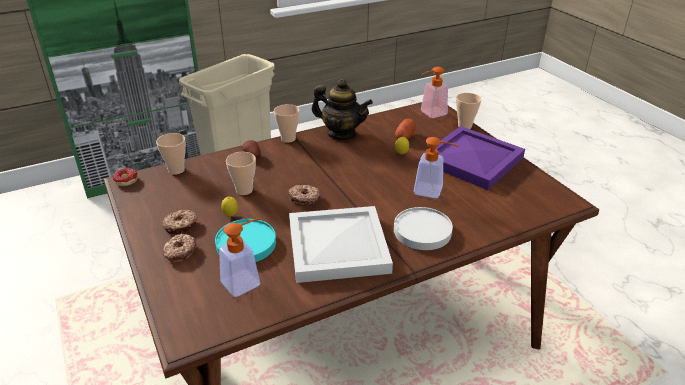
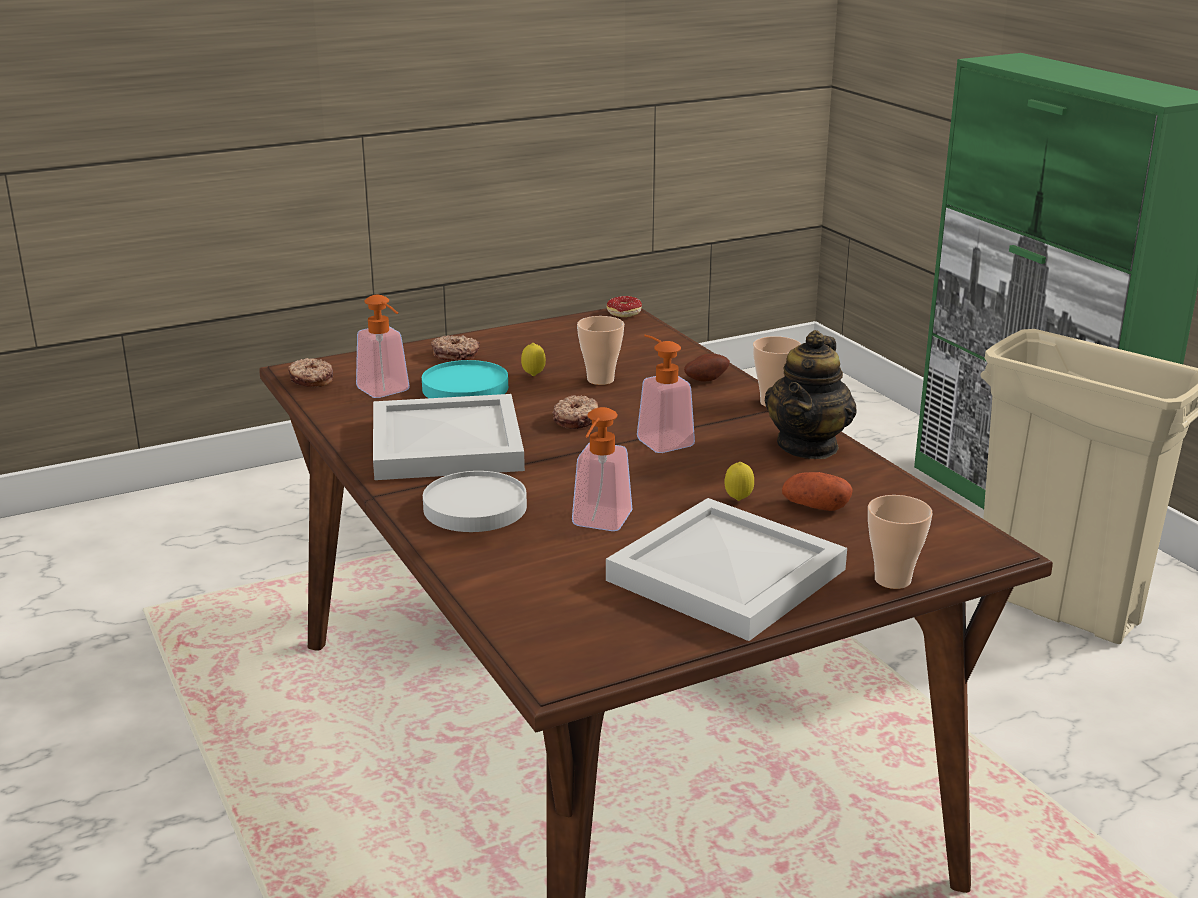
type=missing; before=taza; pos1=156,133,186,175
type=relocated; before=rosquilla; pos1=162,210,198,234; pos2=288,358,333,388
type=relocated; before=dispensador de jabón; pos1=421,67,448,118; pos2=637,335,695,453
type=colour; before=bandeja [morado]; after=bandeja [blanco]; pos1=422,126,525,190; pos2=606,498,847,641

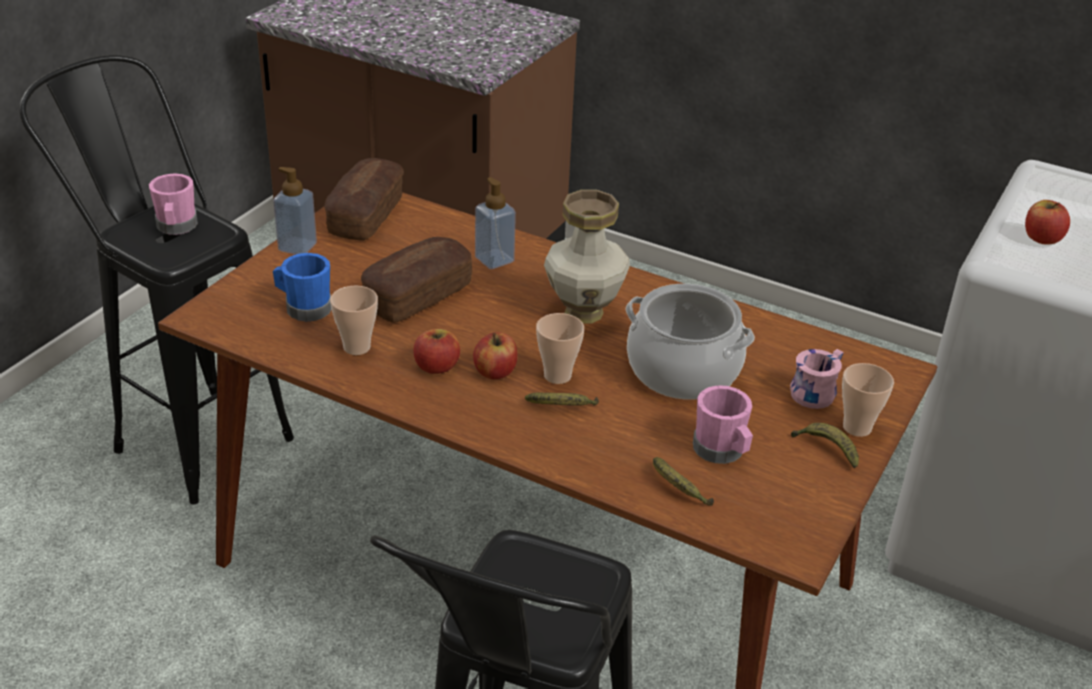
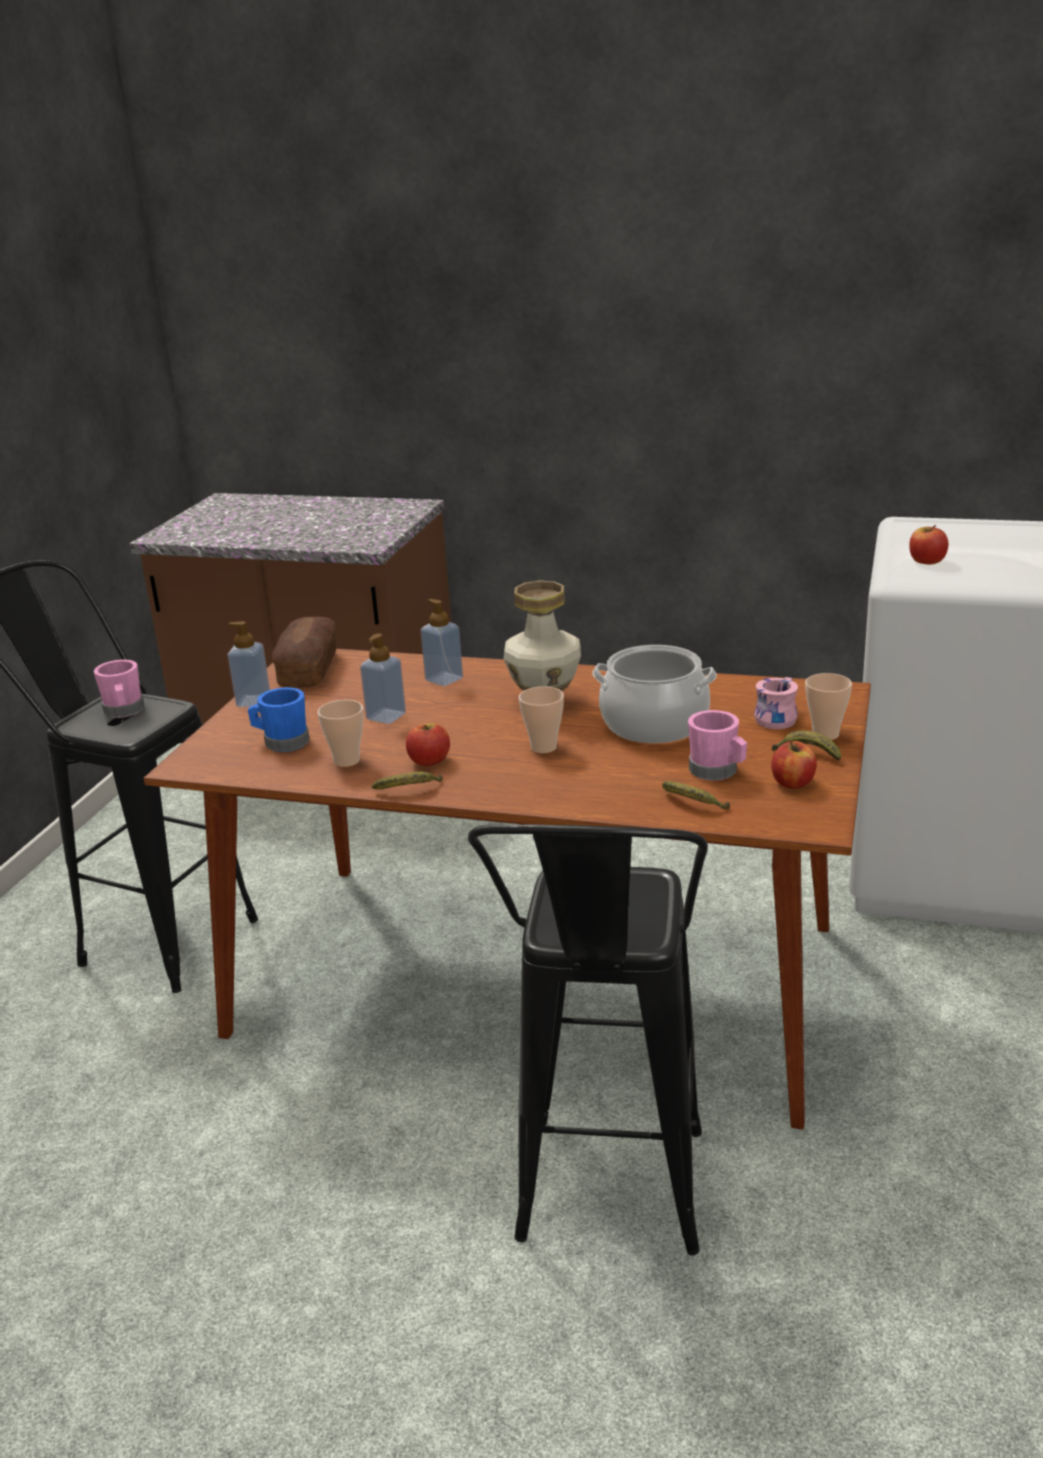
type=relocated; before=manzana; pos1=473,332,517,379; pos2=771,740,817,789
type=relocated; before=plátano; pos1=525,393,599,406; pos2=372,772,443,789
type=exchanged; before=pan; after=dispensador de jabón; pos1=361,237,472,323; pos2=360,634,406,724

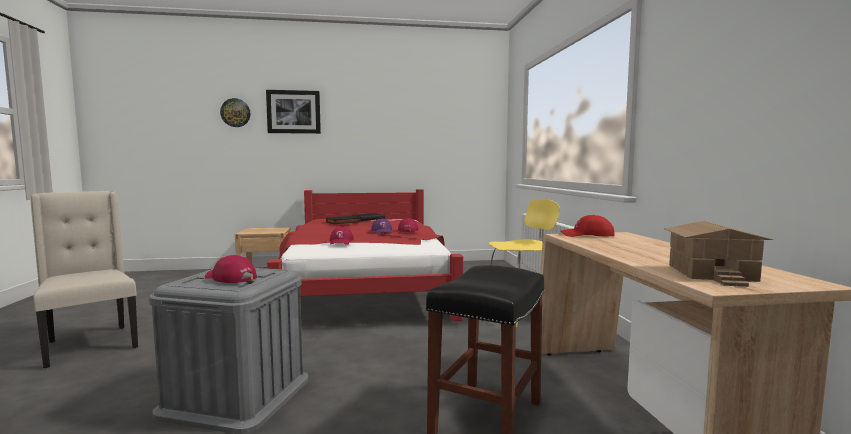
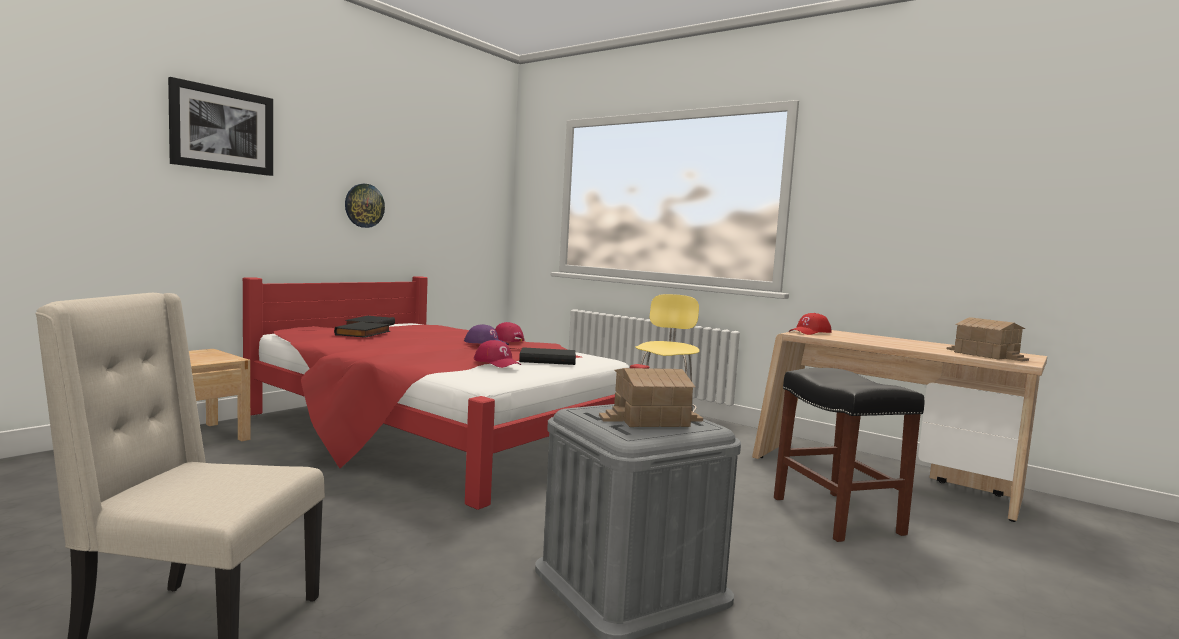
type=appeared; after=libro [negro]; pos2=519,347,576,365
type=relocated; before=reloj de pared; pos1=220,98,251,127; pos2=345,184,385,228
type=exchanged; before=gorra [rojo]; after=casita; pos1=205,255,257,283; pos2=599,368,703,427

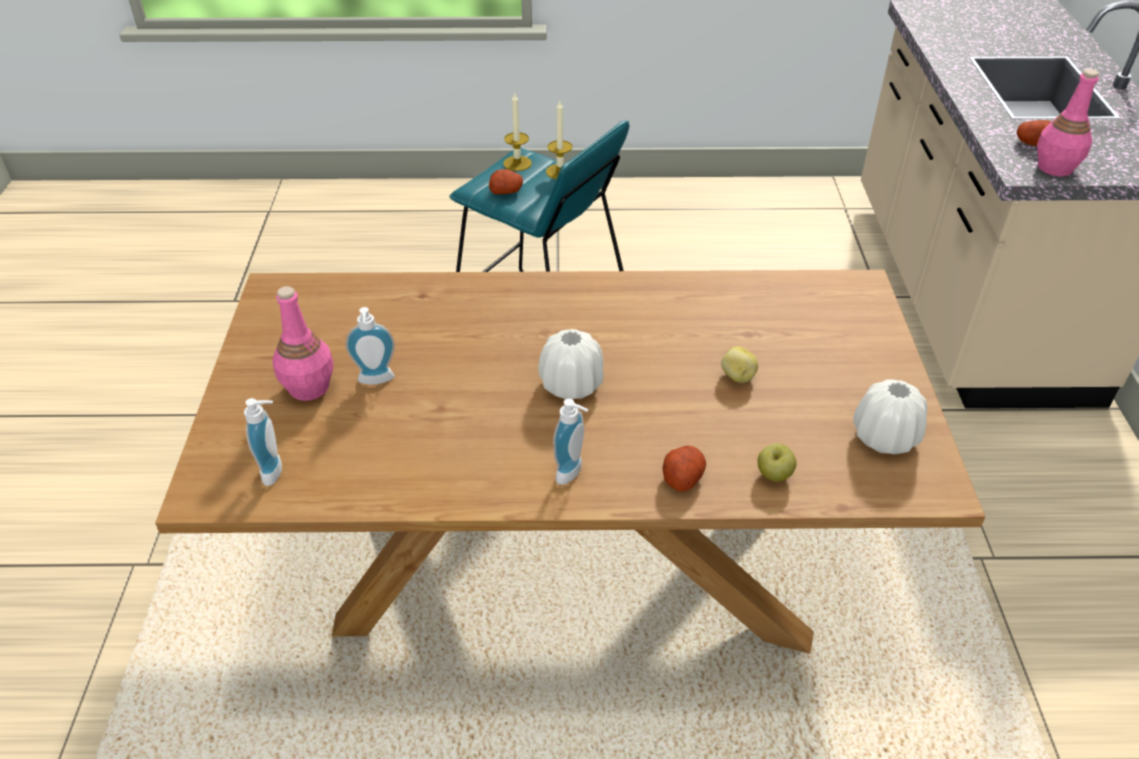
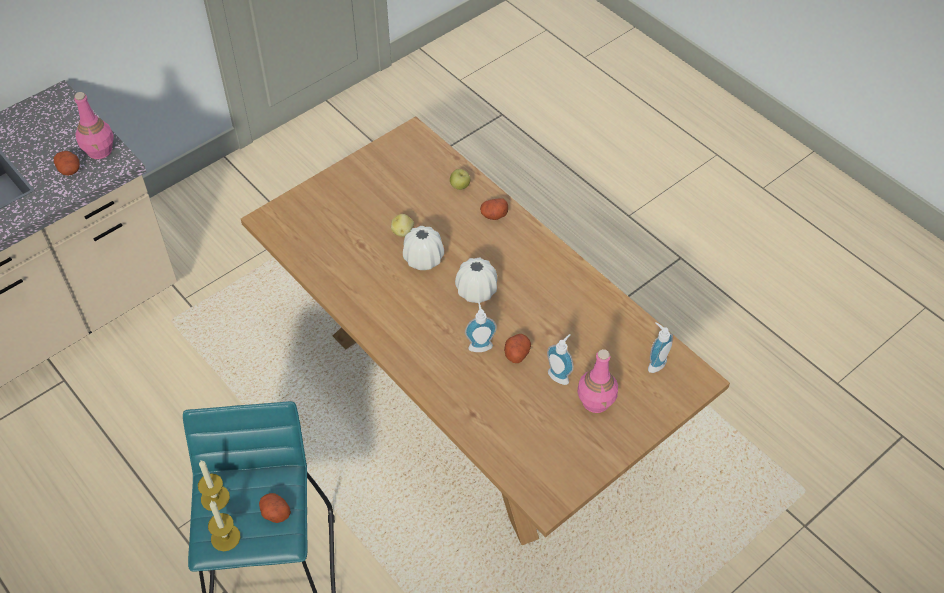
type=appeared; after=patata; pos2=504,334,531,363
type=relocated; before=dispensador de jabón; pos1=553,399,588,485; pos2=465,302,497,352
type=relocated; before=florero [blanco]; pos1=853,380,927,454; pos2=403,226,444,270

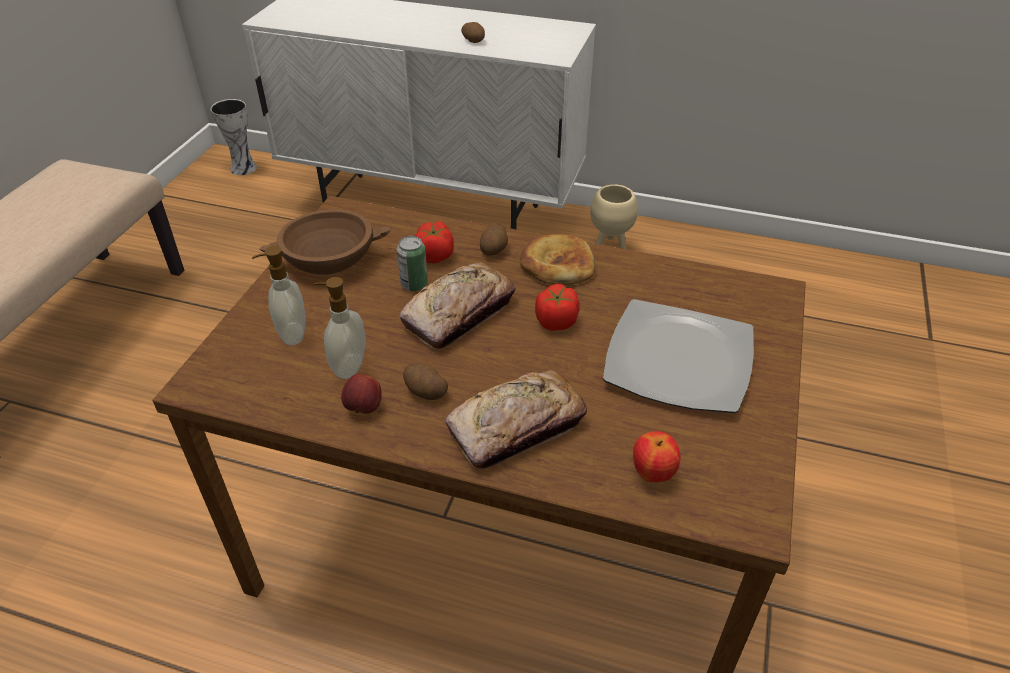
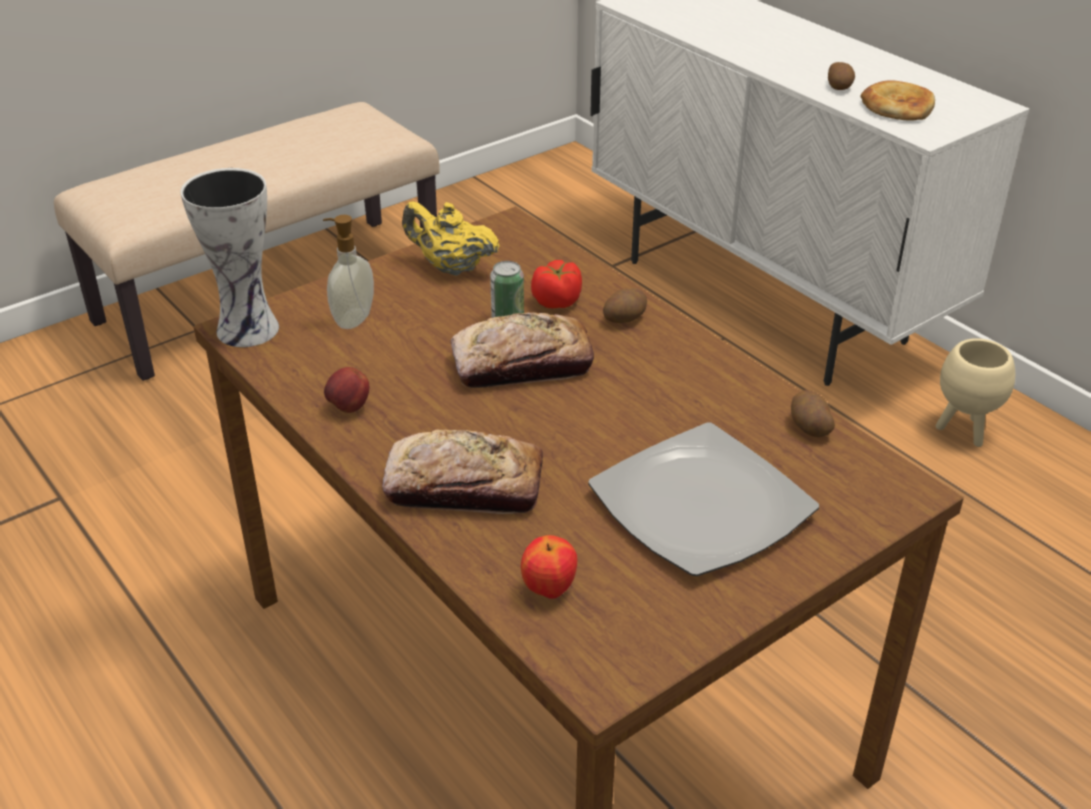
type=missing; before=dispensador de jabón; pos1=313,277,366,379
type=missing; before=tomate; pos1=535,284,580,331
type=relocated; before=florero; pos1=210,99,257,175; pos2=181,168,279,347
type=relocated; before=patata; pos1=403,362,448,400; pos2=791,390,835,437
type=relocated; before=pan; pos1=520,234,595,285; pos2=860,80,935,121
type=exchanged; before=cuenco [marrón]; after=tetera [amarillo]; pos1=260,210,391,275; pos2=402,201,500,276

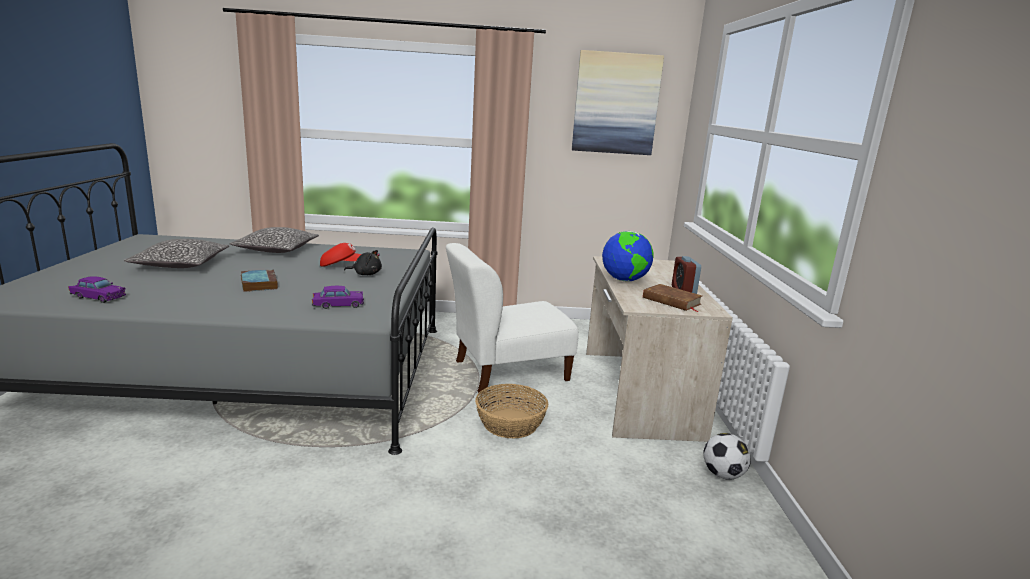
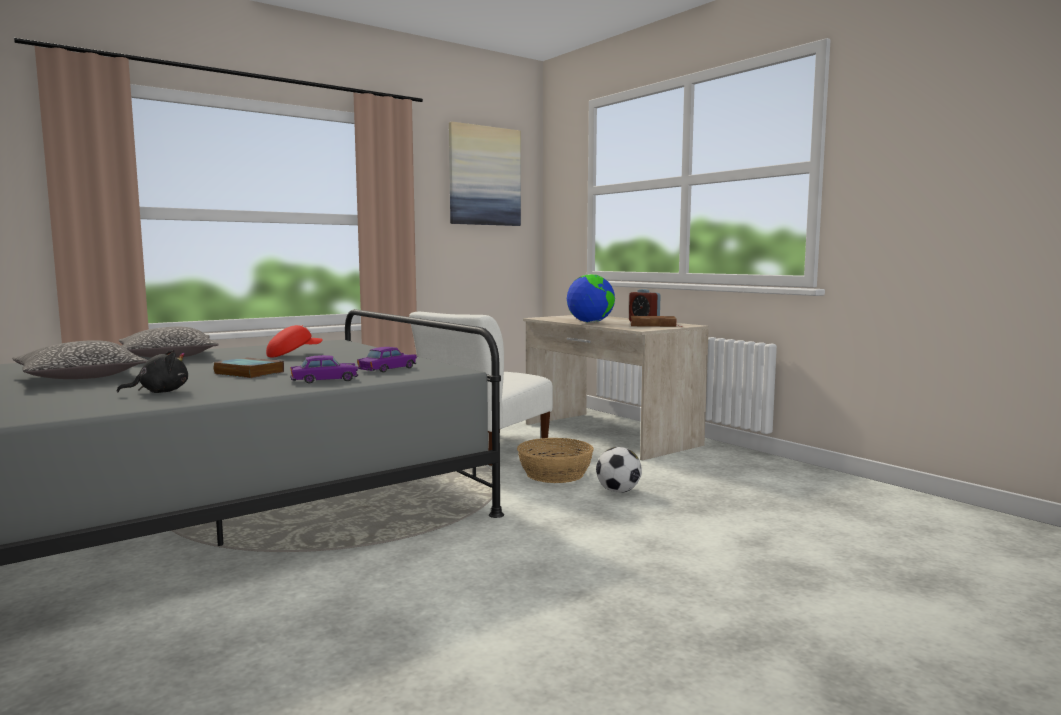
type=relocated; before=coche de juguete [morado]; pos1=68,276,126,303; pos2=290,355,358,383
type=relocated; before=peluche [negro]; pos1=344,250,382,275; pos2=117,350,188,393
type=relocated; before=balón de fútbol; pos1=703,433,751,480; pos2=596,447,642,493

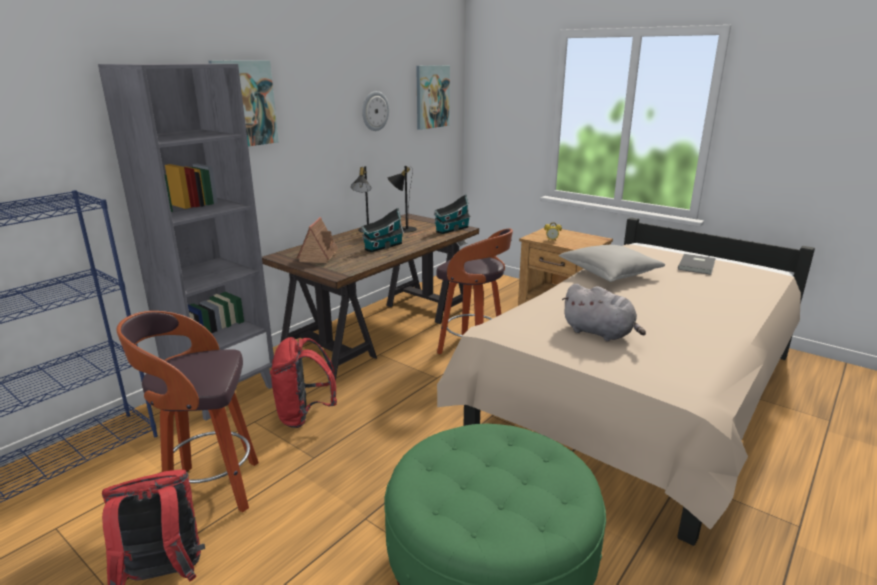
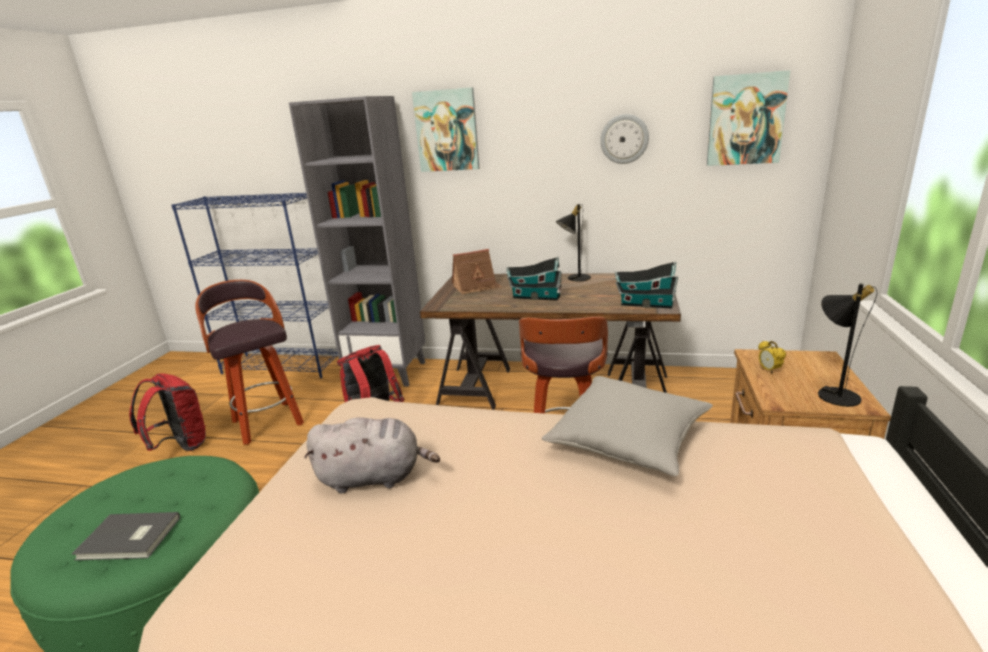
type=relocated; before=lámpara de mesa [negro]; pos1=387,166,417,232; pos2=818,283,877,407
type=relocated; before=libro [gris]; pos1=678,254,716,275; pos2=72,512,180,560
type=spun; before=peluche [gris]; pos1=562,284,646,341; pos2=304,418,440,493; turn=-105

